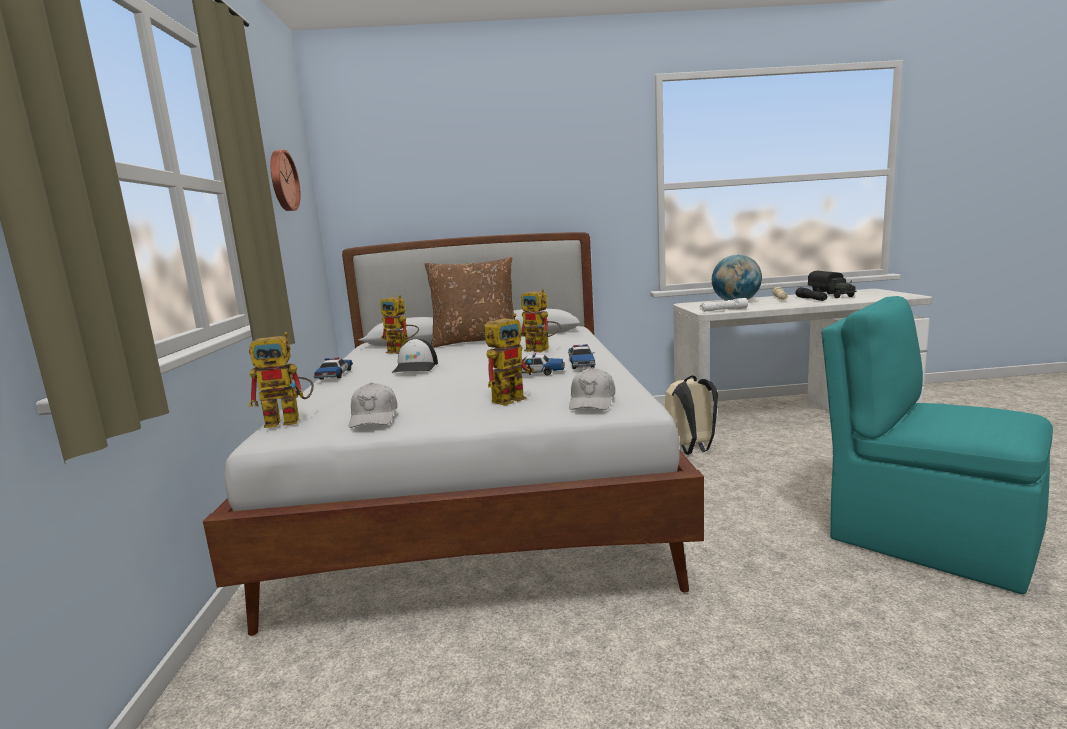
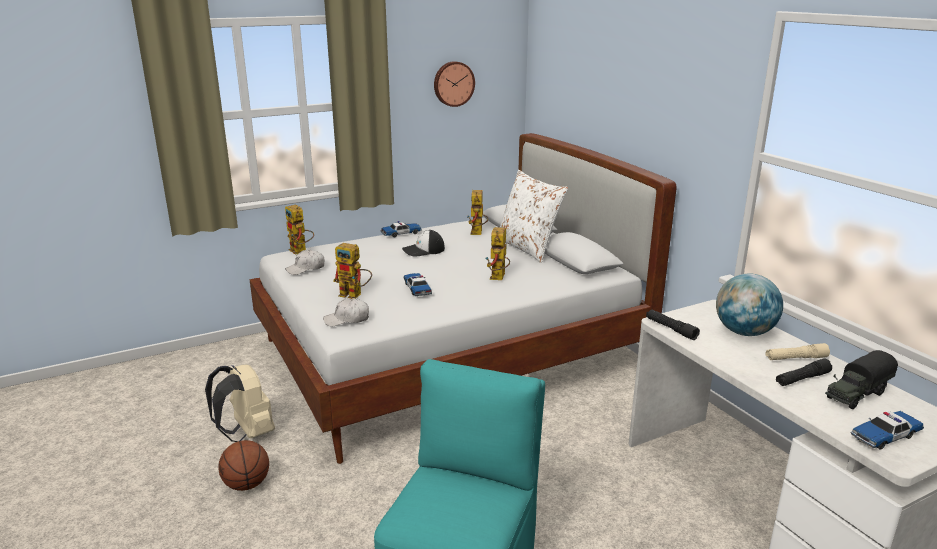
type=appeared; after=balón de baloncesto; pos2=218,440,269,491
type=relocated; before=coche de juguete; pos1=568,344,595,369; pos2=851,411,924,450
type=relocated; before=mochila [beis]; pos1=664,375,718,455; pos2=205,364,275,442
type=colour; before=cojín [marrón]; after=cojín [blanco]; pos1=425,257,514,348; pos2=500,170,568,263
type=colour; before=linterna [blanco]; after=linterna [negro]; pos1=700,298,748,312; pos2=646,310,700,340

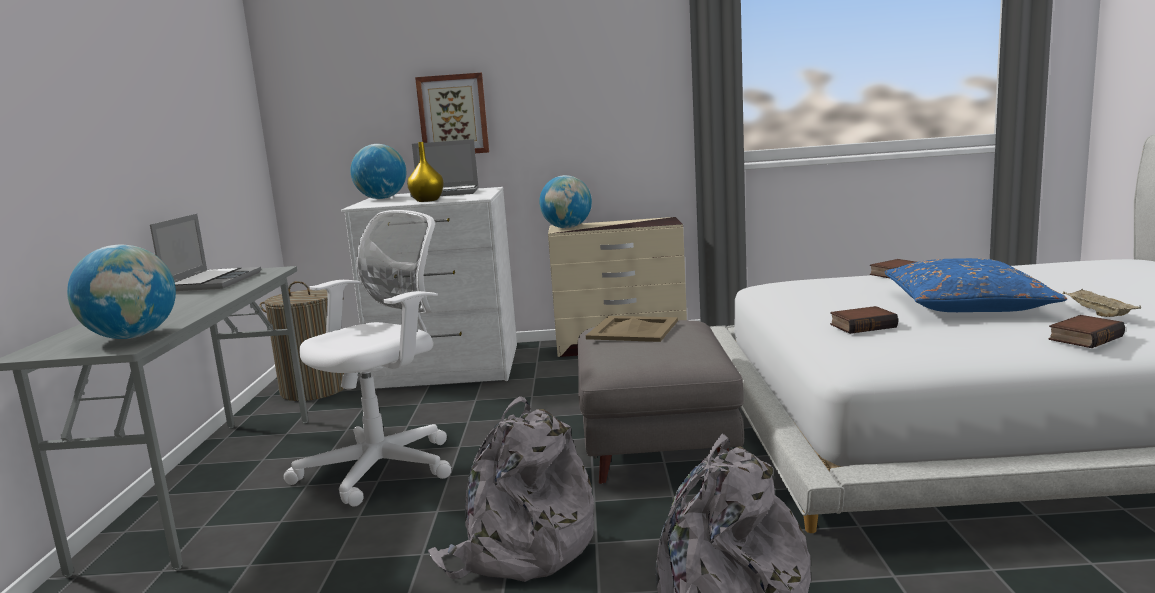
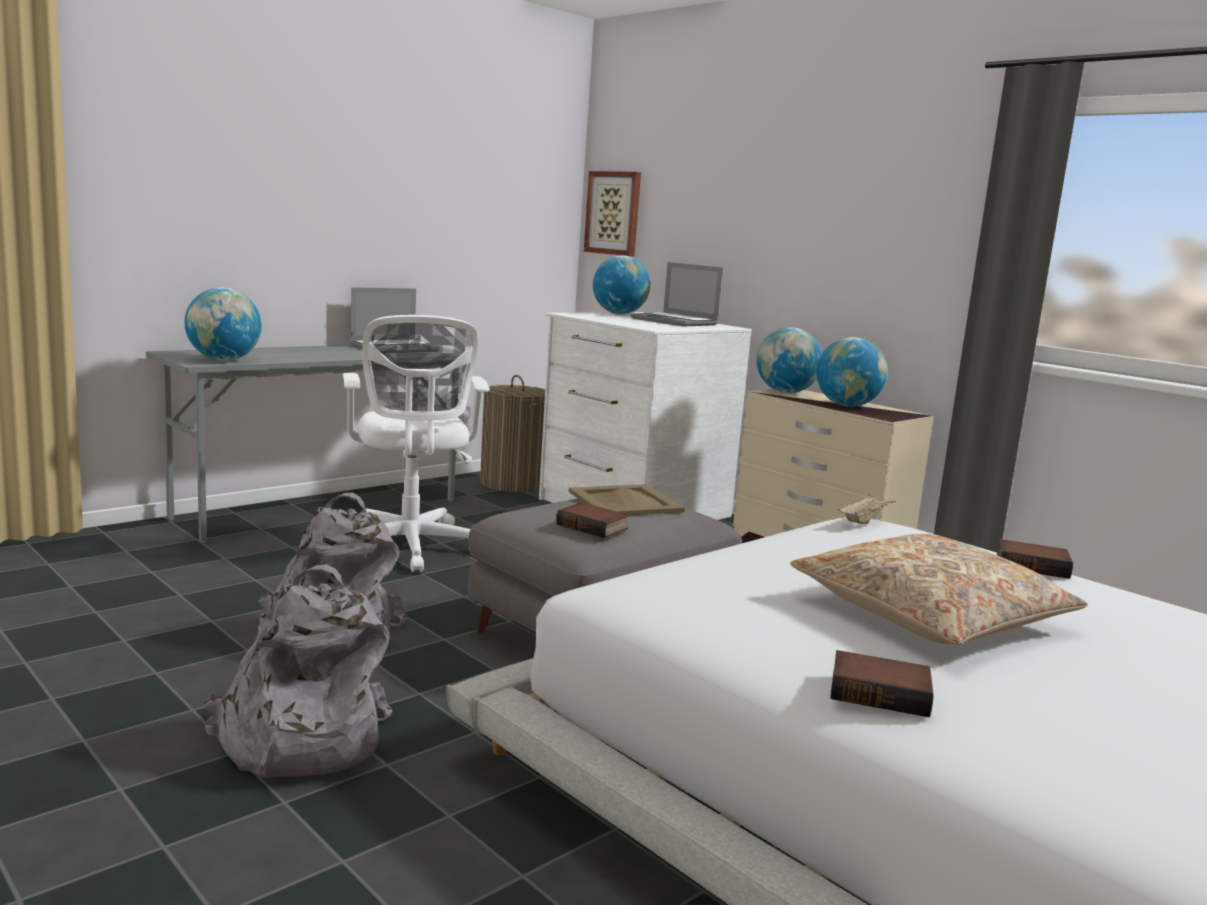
type=missing; before=florero [amarillo]; pos1=407,142,444,202
type=appeared; after=globo terráqueo; pos2=816,337,887,407
type=relocated; before=cuadro; pos1=415,73,489,153; pos2=584,171,641,257
type=relocated; before=libro; pos1=830,306,898,334; pos2=556,503,629,538
type=relocated; before=bandeja [beis]; pos1=1063,289,1141,317; pos2=837,493,896,524
type=colour; before=cojín [azul]; after=cojín [beis]; pos1=885,258,1067,312; pos2=790,534,1088,645
type=spun; before=silla de oficina [blanco]; pos1=283,210,451,507; pos2=343,315,489,572; turn=75

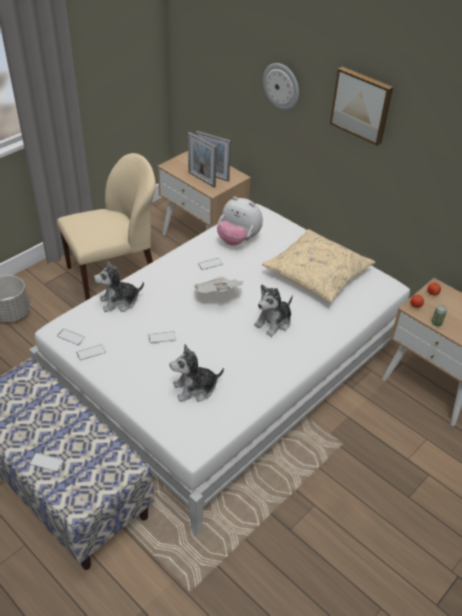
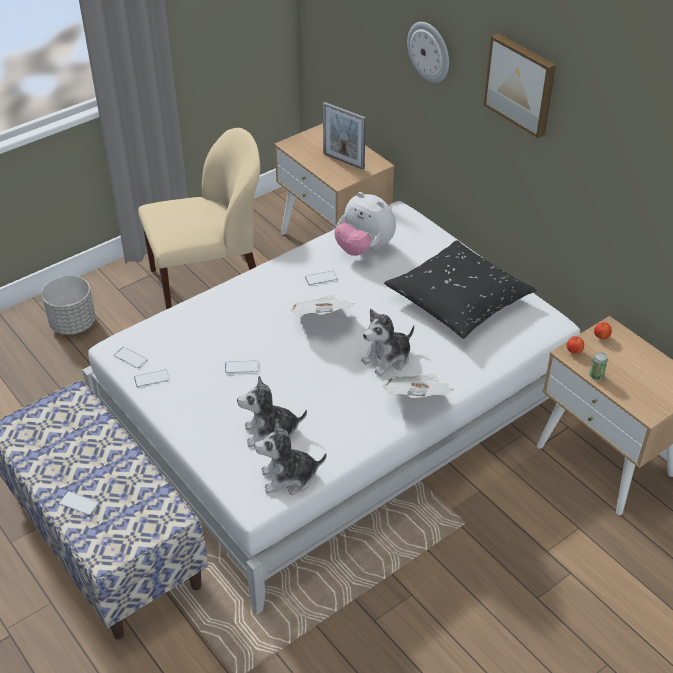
type=missing; before=portarretratos; pos1=188,132,216,187
type=appeared; after=periódico; pos2=383,374,453,398
type=relocated; before=peluche; pos1=94,260,144,312; pos2=254,420,327,495
type=colour; before=cojín [beis]; after=cojín [negro]; pos1=262,229,375,302; pos2=384,240,536,339

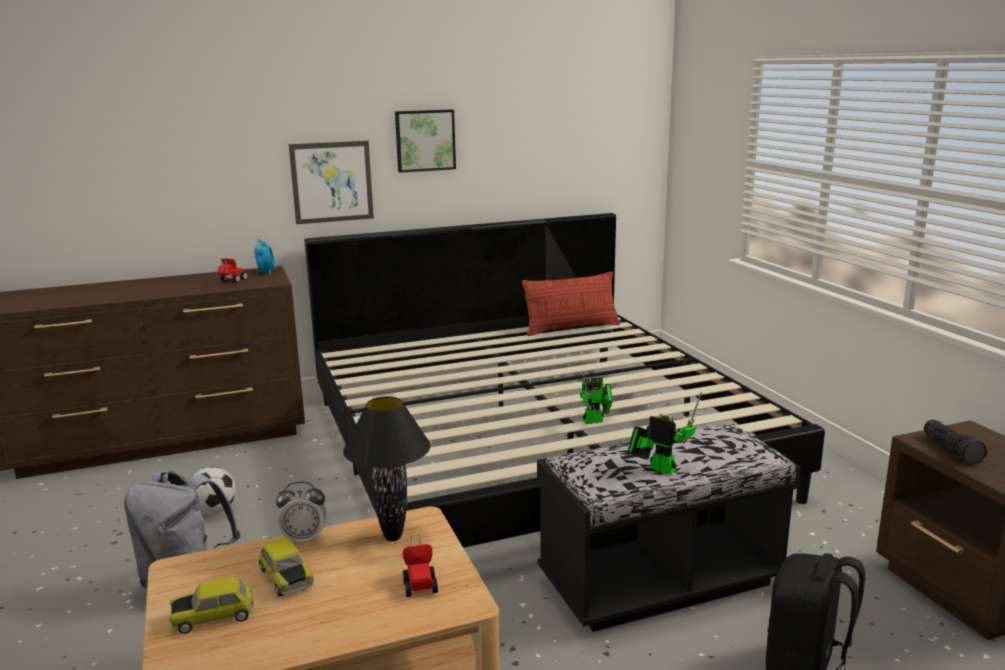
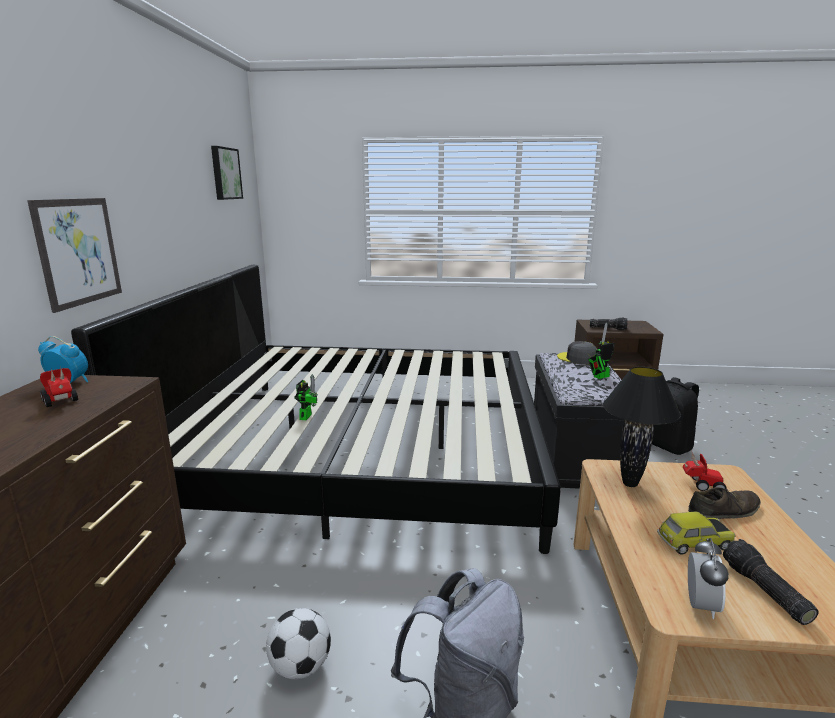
type=missing; before=cojín; pos1=522,271,620,336
type=appeared; after=gorra [gris]; pos2=557,341,597,365
type=appeared; after=zapato [marrón]; pos2=688,487,761,519
type=relocated; before=despertador; pos1=276,482,326,542; pos2=688,538,729,619
type=relocated; before=cuadro; pos1=395,109,456,173; pos2=211,146,243,200
type=relocated; before=robot de juguete; pos1=580,372,613,424; pos2=294,374,318,420
type=exchanged; before=coche de juguete; after=linterna; pos1=169,577,254,634; pos2=723,539,819,625

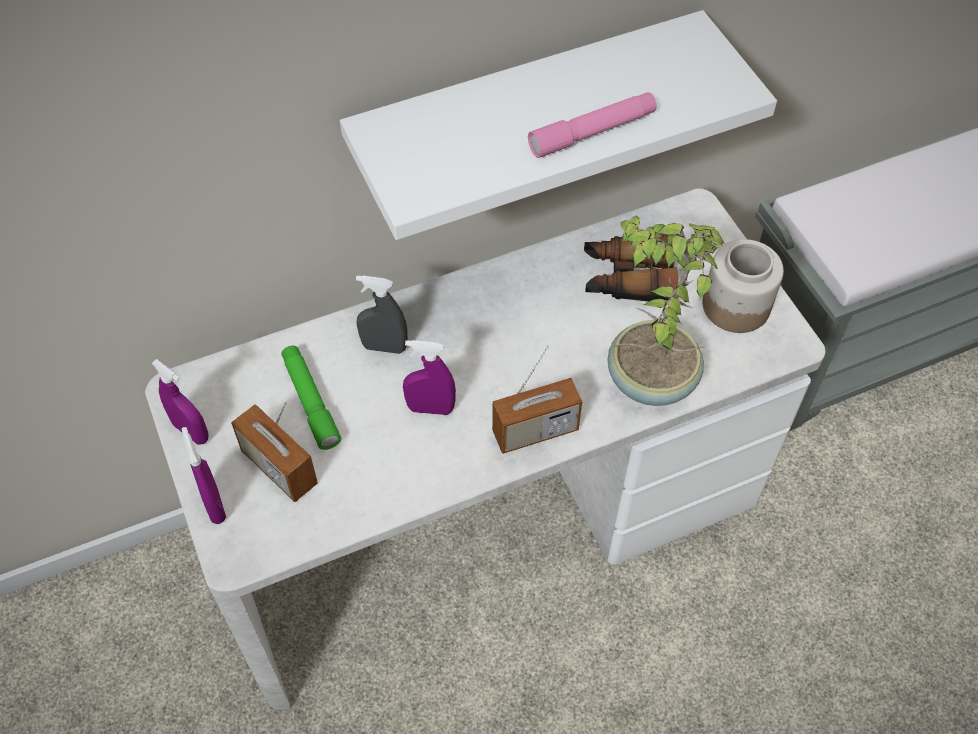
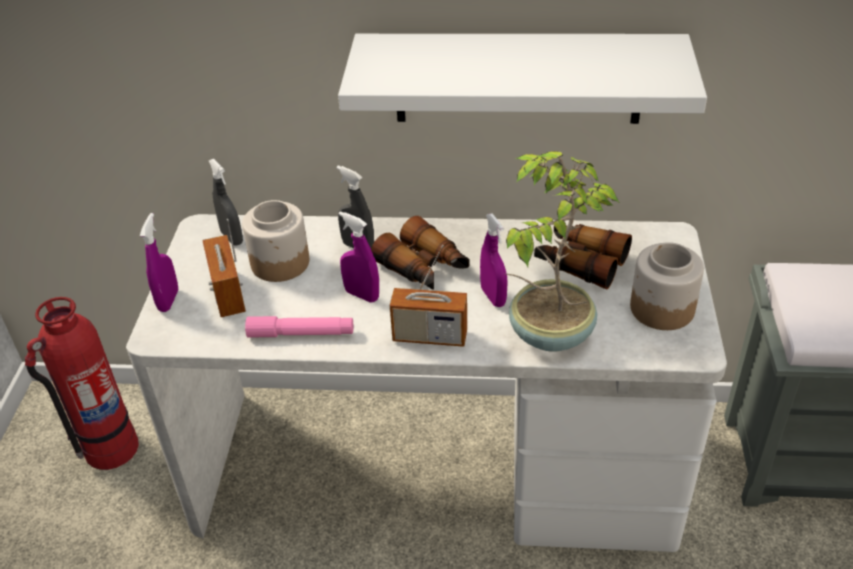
type=appeared; after=extintor; pos2=25,297,139,470
type=appeared; after=pulverizador [gris]; pos2=209,159,243,246
type=appeared; after=prismáticos; pos2=371,216,470,290
type=relocated; before=pulverizador [morado]; pos1=152,359,209,445; pos2=480,213,508,307
type=relocated; before=linterna [rosa]; pos1=528,92,656,158; pos2=245,316,353,337
type=exchanged; before=linterna [verde]; after=tarro; pos1=281,346,341,450; pos2=242,200,309,282

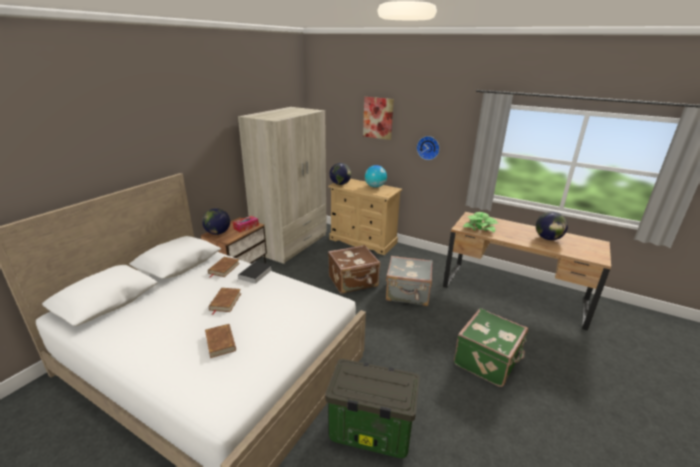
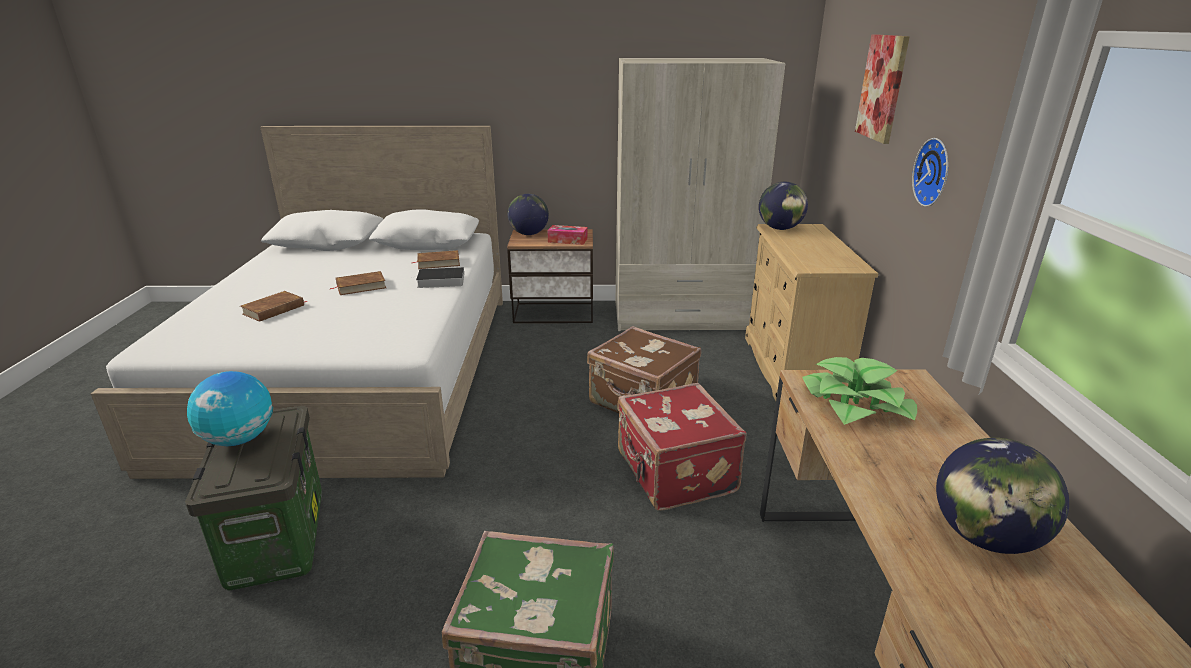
type=relocated; before=globo terráqueo; pos1=365,165,387,188; pos2=187,371,273,446
type=colour; before=maleta [gris]; after=maleta [rojo]; pos1=386,256,433,306; pos2=617,383,747,511

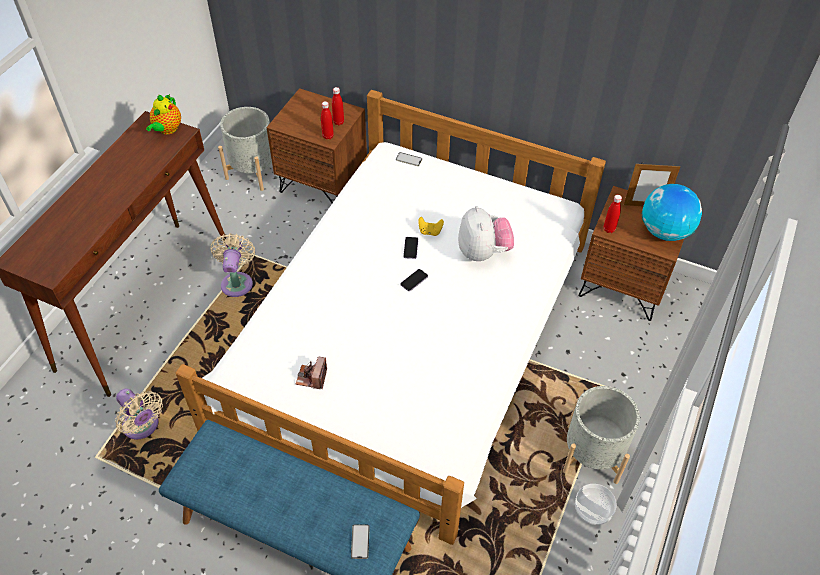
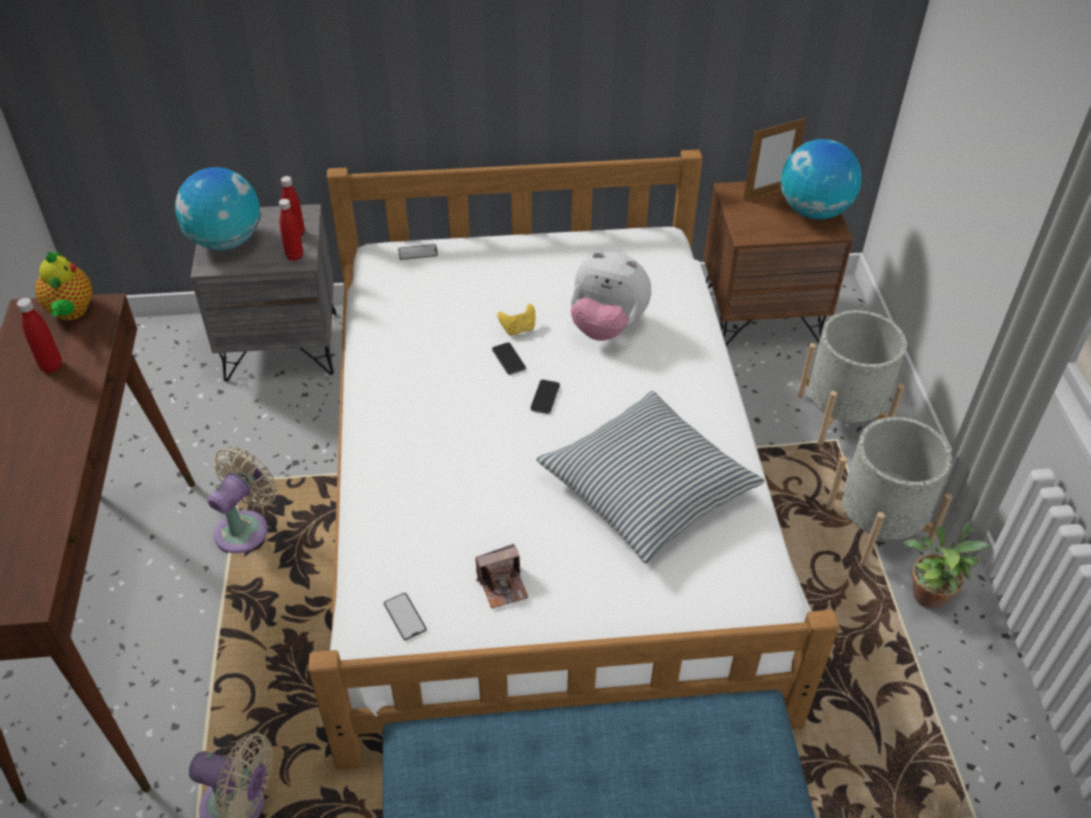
type=appeared; after=globo terráqueo; pos2=175,167,261,250
type=appeared; after=cojín; pos2=536,391,765,564
type=relocated; before=maceta [gris]; pos1=218,107,272,191; pos2=797,310,907,445
type=relocated; before=móvil; pos1=351,524,370,559; pos2=384,593,427,641
type=relocated; before=botella [rojo]; pos1=603,195,622,233; pos2=17,298,62,373
type=exchanged; before=cuenco; after=planta en maceta; pos1=575,484,617,525; pos2=902,521,989,609
type=colour; before=mesita de noche [marrón]; after=mesita de noche [gris]; pos1=266,88,367,203; pos2=191,204,336,381
type=spun; before=ventilador [beis]; pos1=211,233,255,297; pos2=208,447,277,553; turn=60
type=spun; before=cámara; pos1=296,356,327,390; pos2=475,544,529,609; turn=-90
type=spun; before=peluche; pos1=458,206,514,261; pos2=571,251,651,341; turn=150

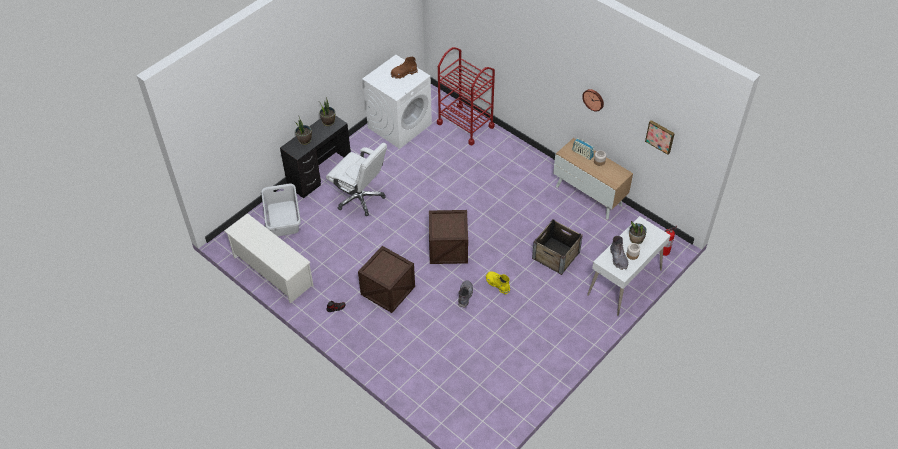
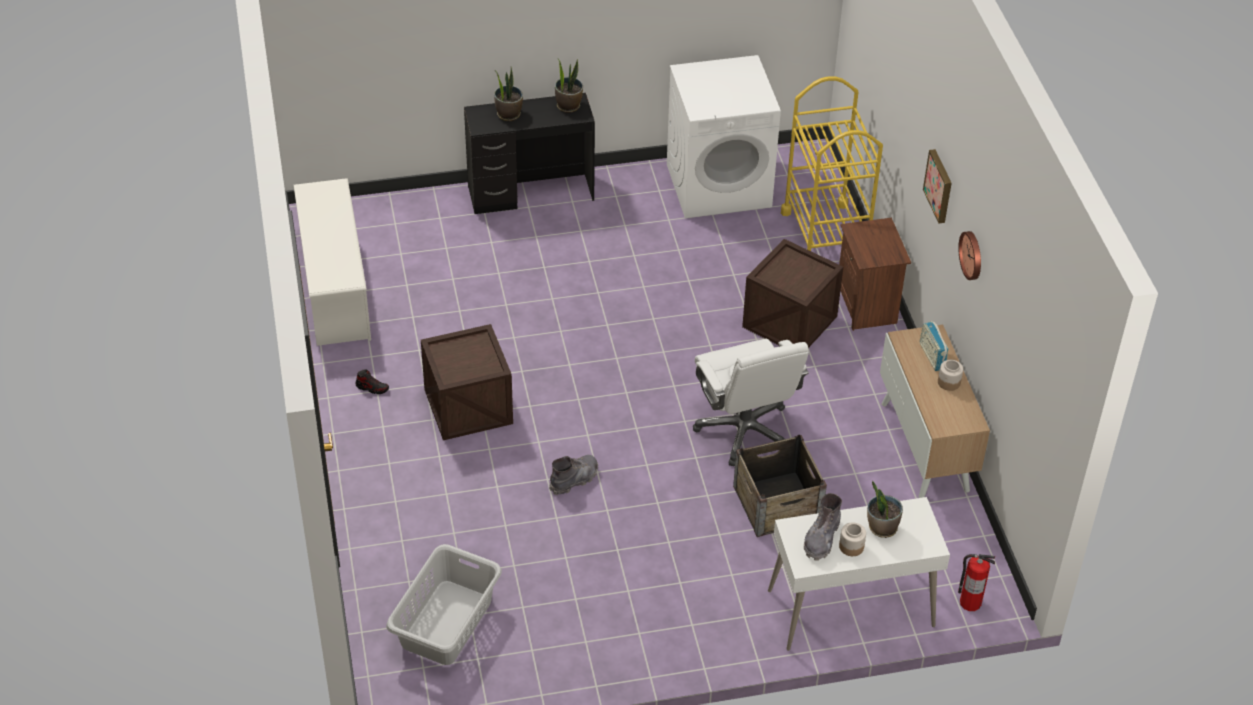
type=missing; before=bota [marrón]; pos1=391,57,418,79
type=missing; before=bota [amarillo]; pos1=486,271,510,295
type=appeared; after=mesita de noche [marrón]; pos2=839,218,911,331
type=relocated; before=cesto de la ropa [gris]; pos1=261,183,301,236; pos2=386,544,502,665
type=relocated; before=silla de oficina [blanco]; pos1=326,143,387,216; pos2=693,339,809,467
type=relocated; before=caja de embalaje; pos1=429,210,468,264; pos2=742,239,843,348
type=relocated; before=cuadro; pos1=645,120,675,155; pos2=923,149,952,223
type=colour; before=carrito [rojo]; after=carrito [amarillo]; pos1=437,47,495,146; pos2=781,76,883,251

